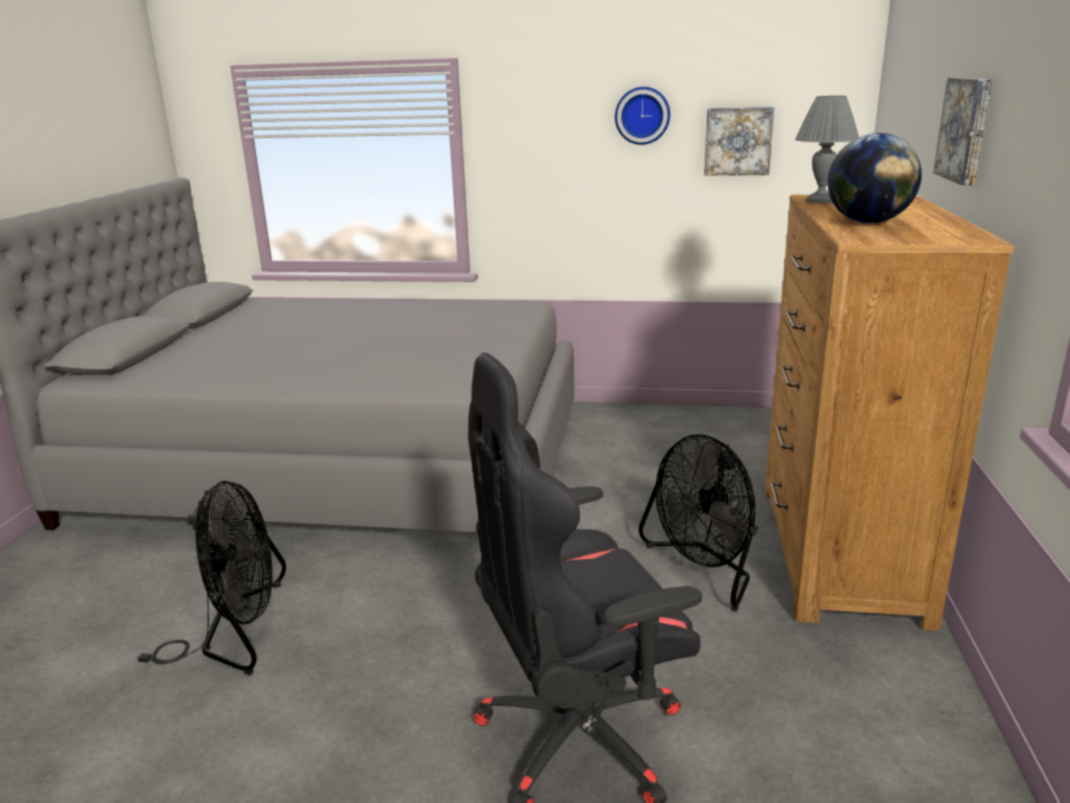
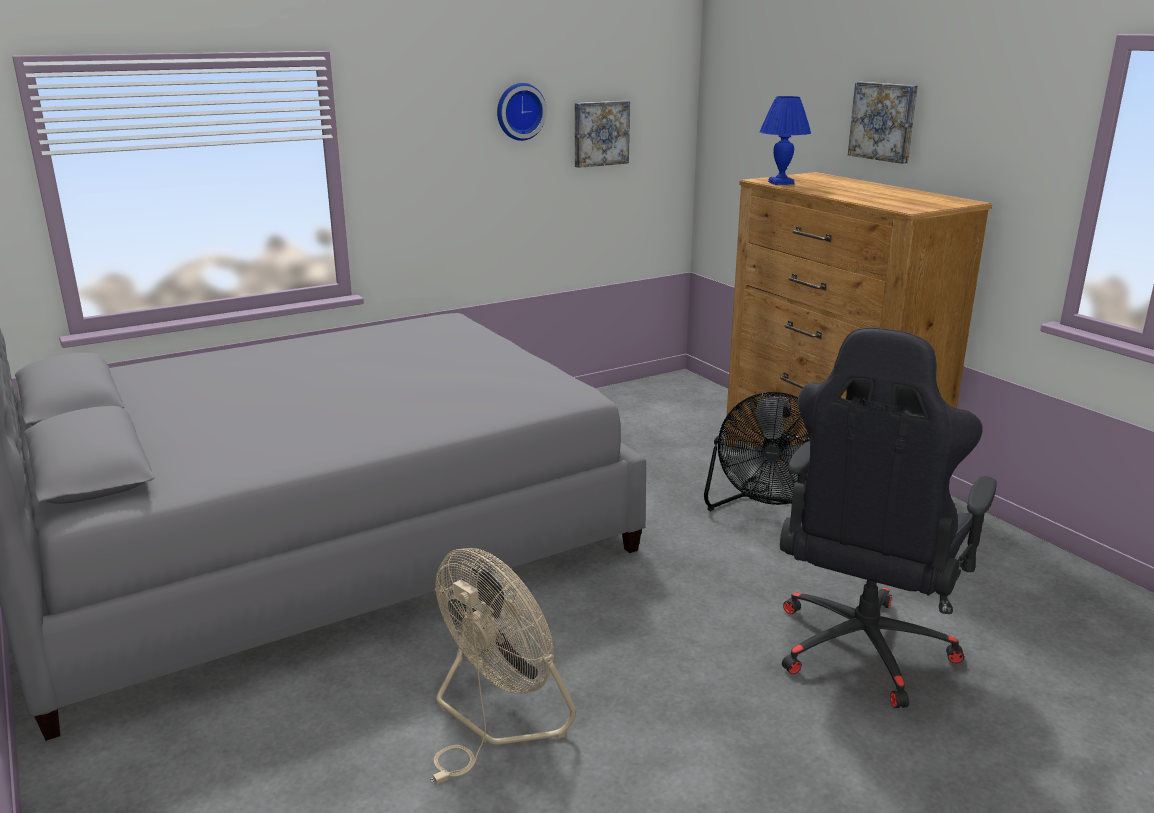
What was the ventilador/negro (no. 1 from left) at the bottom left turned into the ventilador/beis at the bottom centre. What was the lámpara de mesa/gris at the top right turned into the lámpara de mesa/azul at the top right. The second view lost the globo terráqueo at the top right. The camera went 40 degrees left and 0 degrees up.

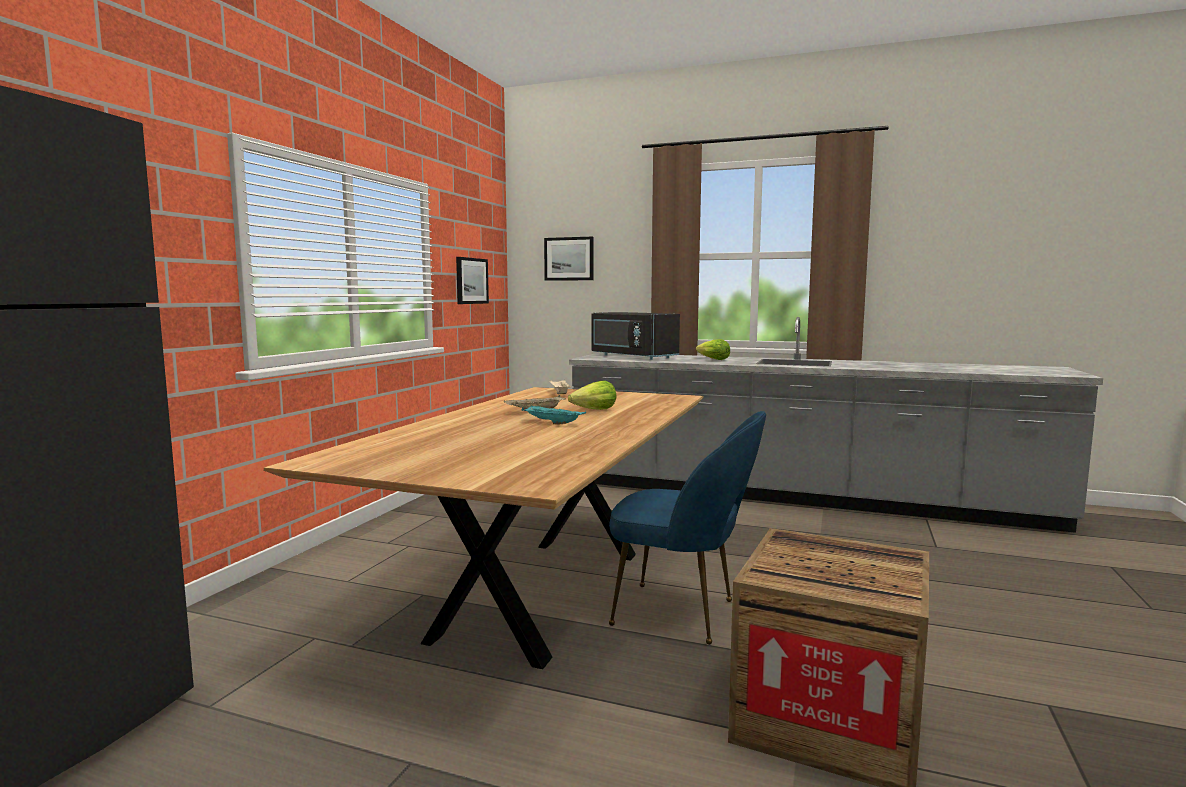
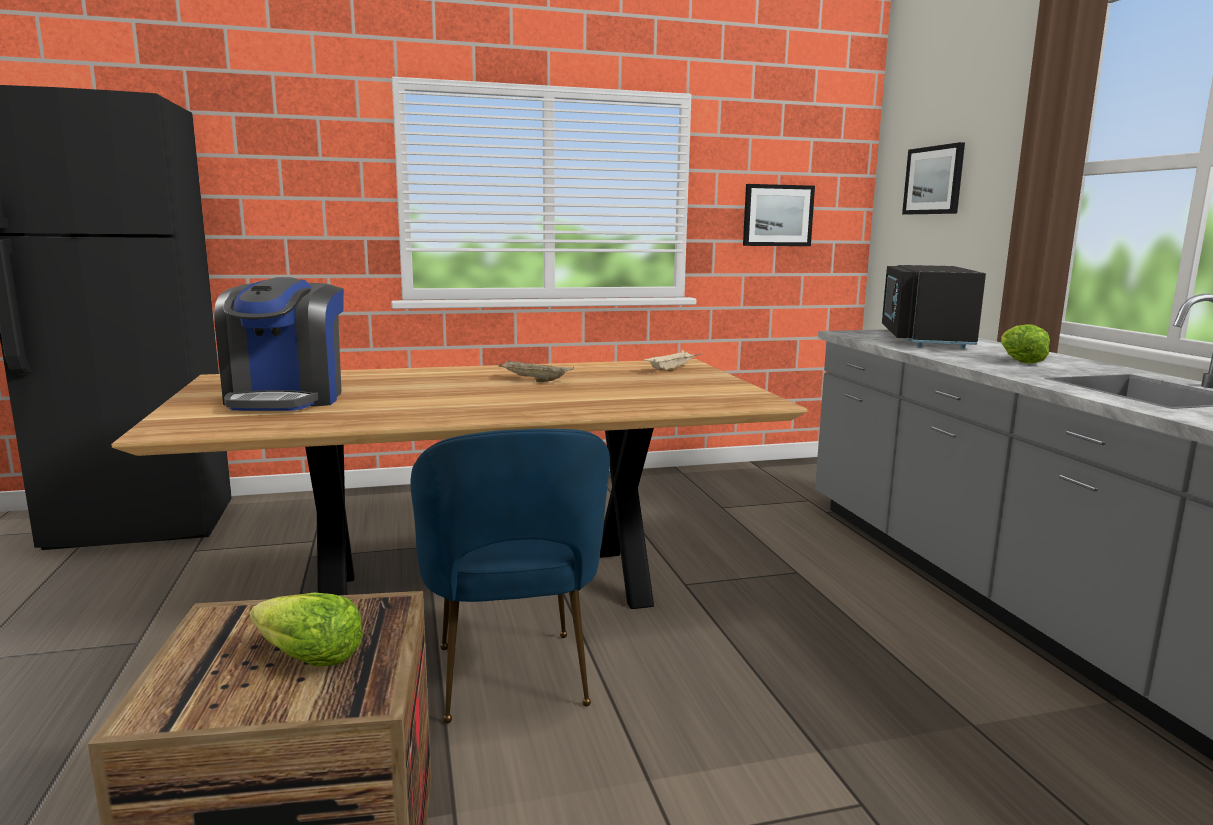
The second view lost the bandeja/turquesa at the centre. The lechuga (no. 1 from left) ended up elsewhere, having gone from the centre to the bottom left. The second view gained the cafetera at the middle left. The camera went 55 degrees right and 5 degrees up.

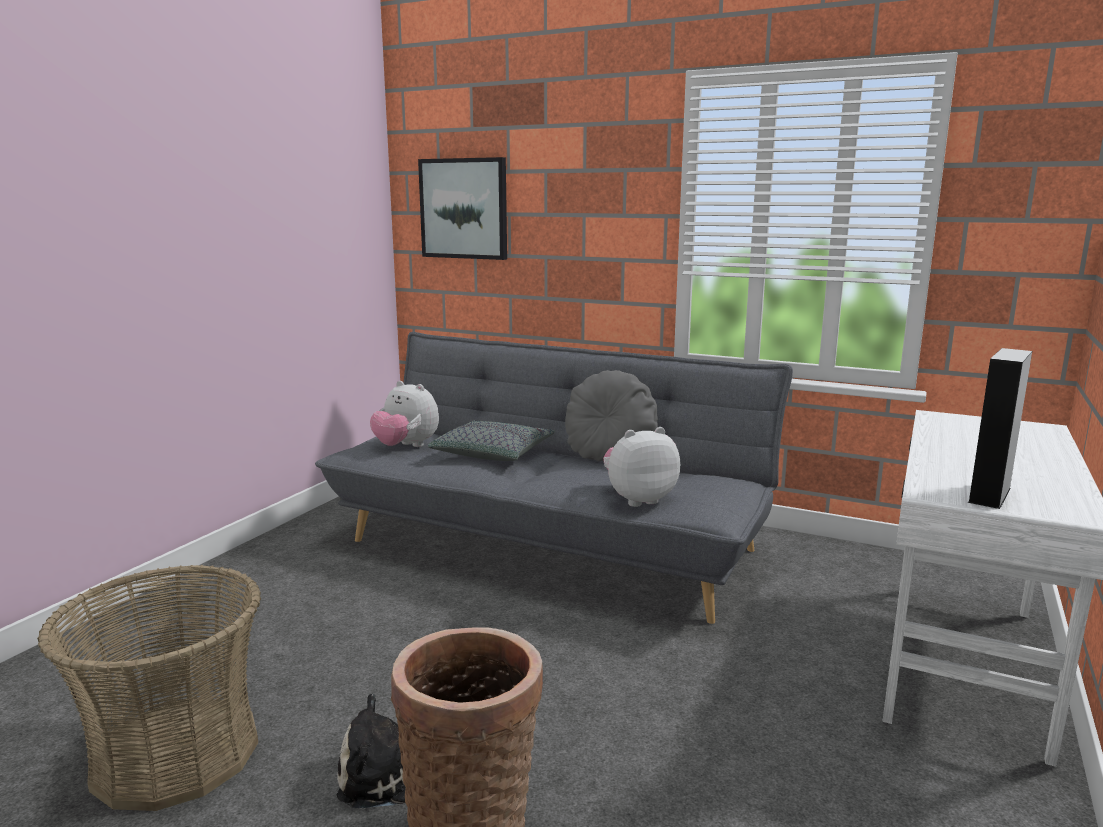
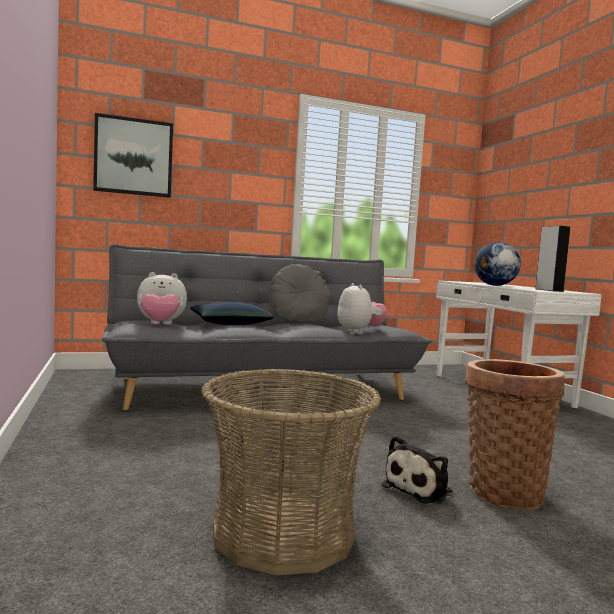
What was the cojín/gris (no. 1 from left) at the centre turned into the cojín/azul at the centre. The peluche (no. 3 from left in the first image) at the centre ended up facing another way, 135 degrees clockwise from before. The second view gained the globo terráqueo at the middle right. The camera went 45 degrees left and 10 degrees down.

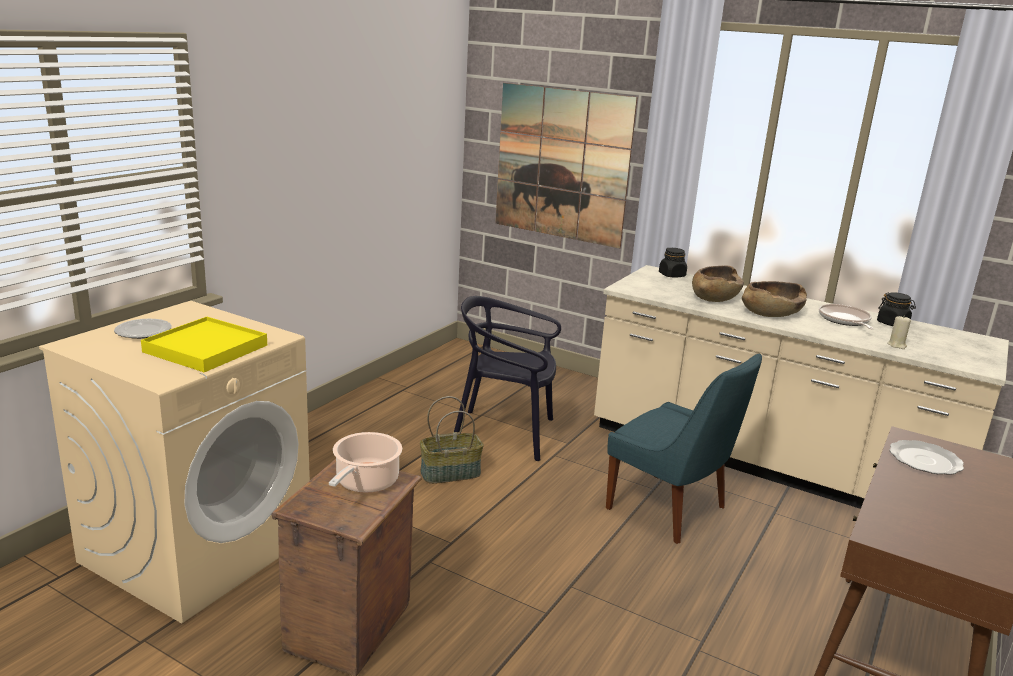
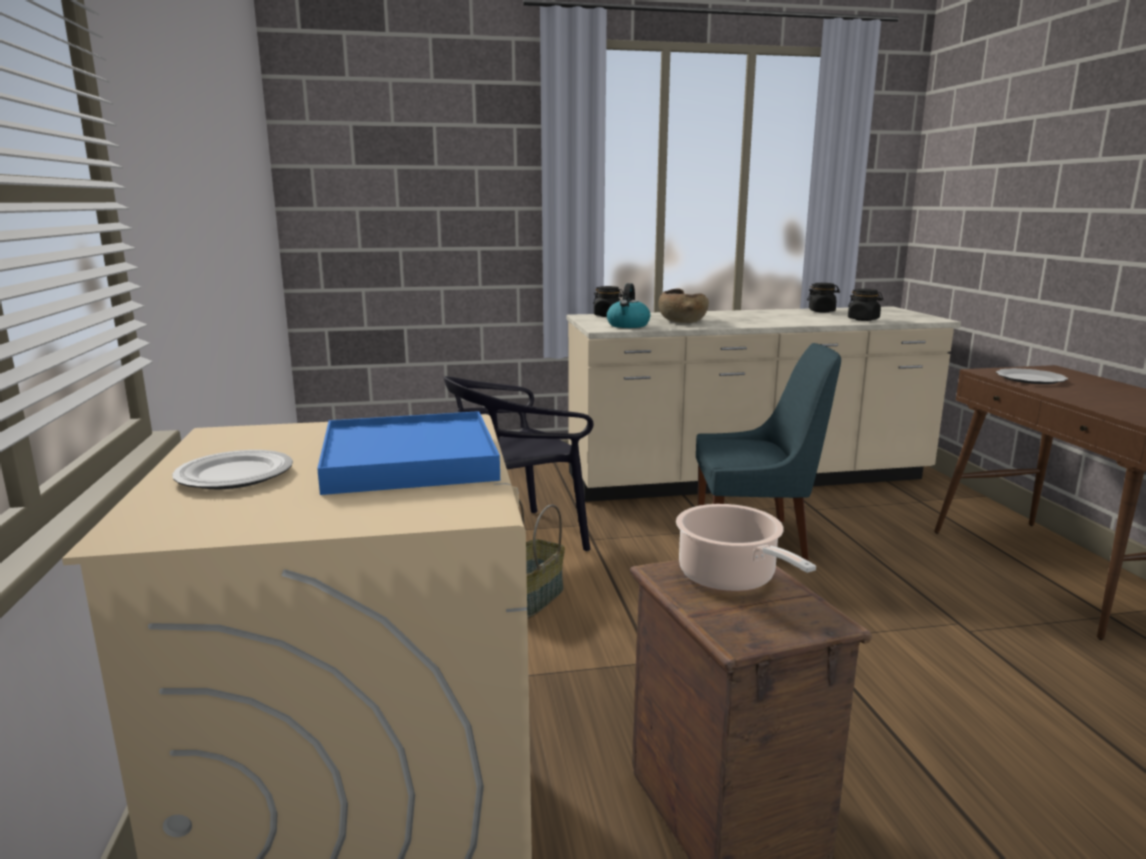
What was the bandeja/amarillo at the middle left turned into the bandeja/azul at the centre. The second view lost the cuadro at the top centre. The second view lost the cuenco/marrón (no. 2 from left) at the middle right. The second view lost the sartén at the middle right. Where the vela/beis stood at the middle right, the tarro/negro (no. 3 from left) came to stand at the middle right. The second view gained the hervidor at the centre. The camera went 40 degrees left and 5 degrees down.

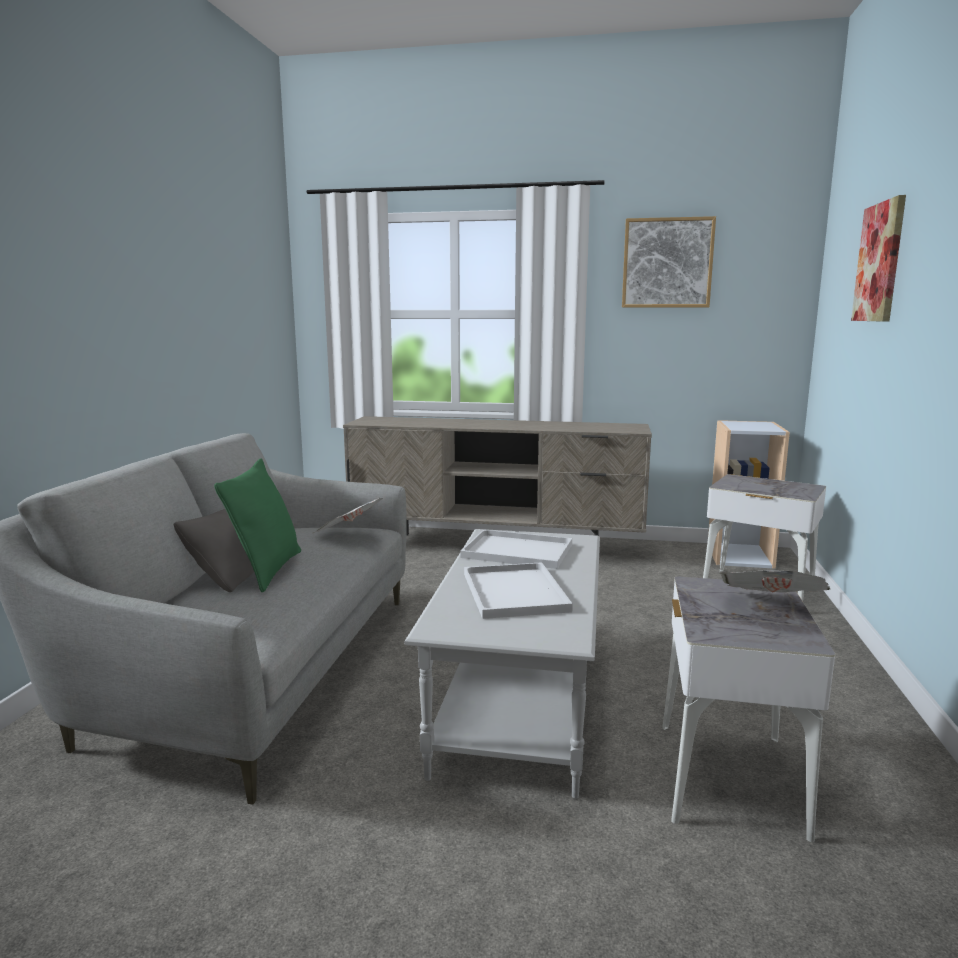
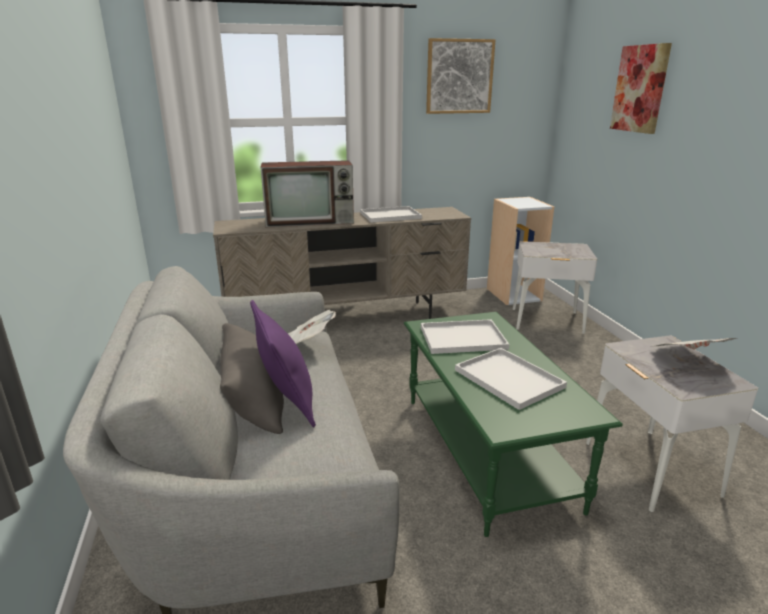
What was the cojín/verde at the middle left turned into the cojín/morado at the centre. What was the mesa de centro/gris at the bottom centre turned into the mesa de centro/verde at the bottom right. The second view gained the televisor at the top centre. The second view gained the bandeja/blanco (no. 1 from left) at the centre. The camera went 25 degrees left and 10 degrees up.

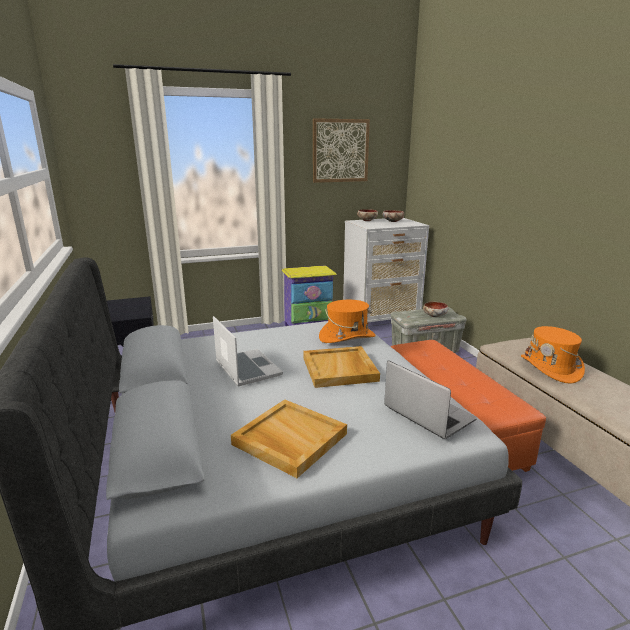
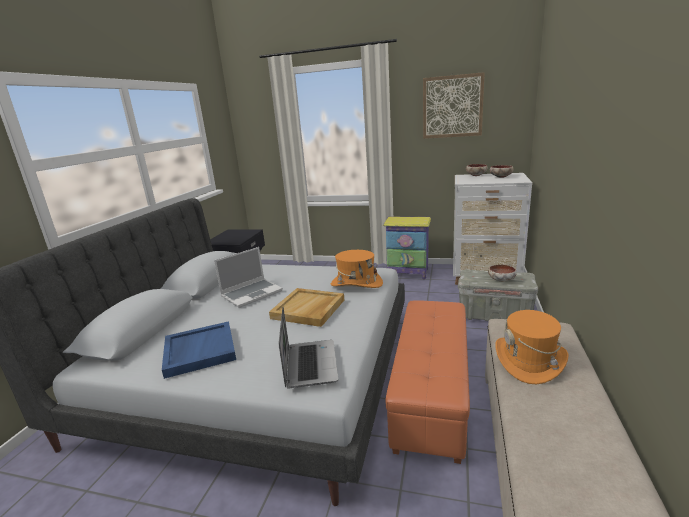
The portátil (no. 1 from left) at the centre ended up facing another way, 45 degrees clockwise from before. What was the bandeja/beis (no. 1 from left) at the bottom centre turned into the bandeja/azul at the bottom left. The camera went 35 degrees right and 0 degrees up.

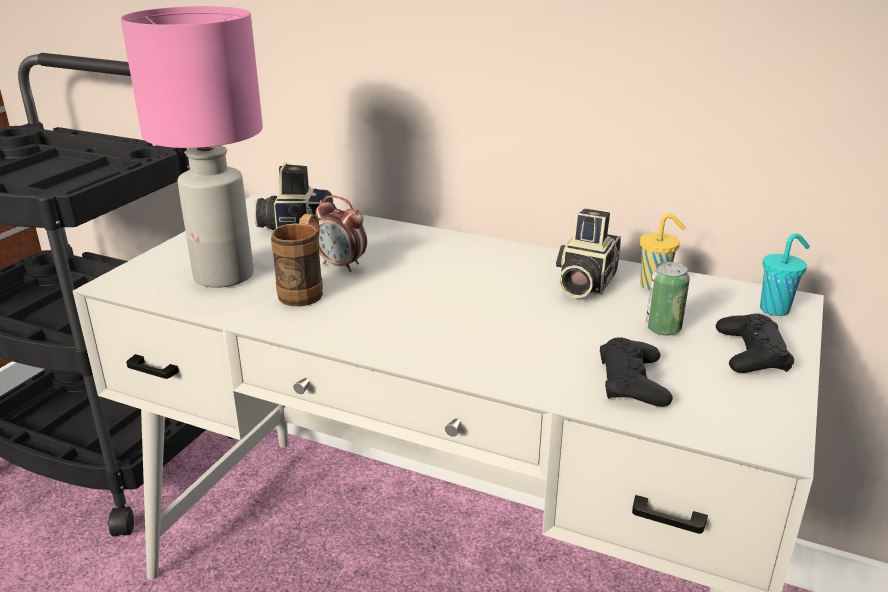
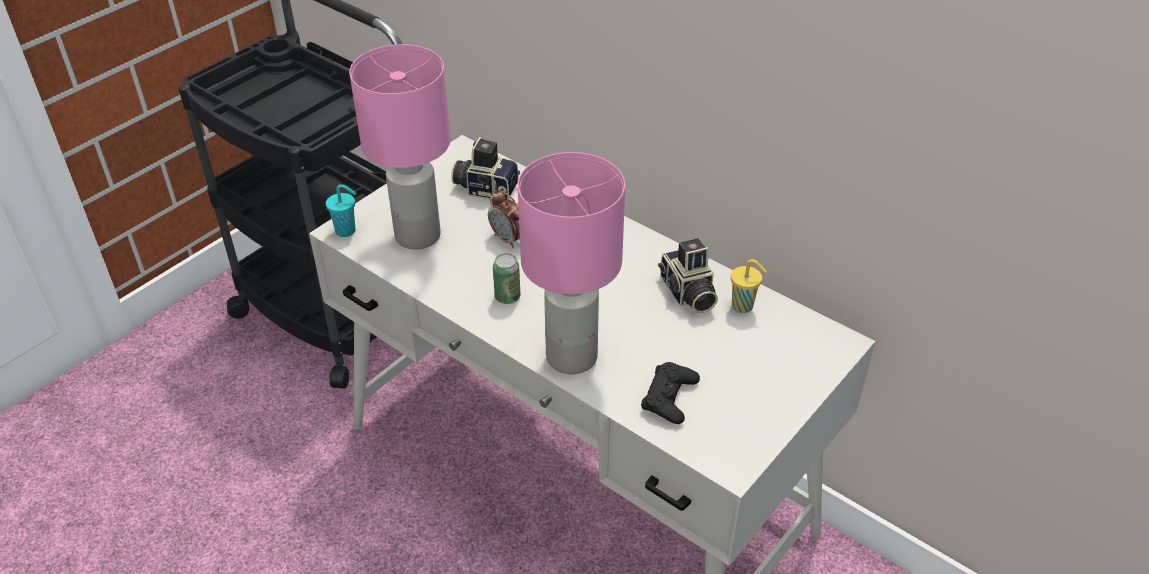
The second view lost the taza grande/marrón at the centre. The cámara (no. 2 from left) at the centre ended up facing another way, 60 degrees counterclockwise from before. The lata ended up elsewhere, having gone from the middle right to the centre. The second view lost the mando de consola/negro (no. 2 from left) at the middle right. The taza/turquesa ended up elsewhere, having gone from the middle right to the middle left. The second view gained the lámpara de mesa/rosa (no. 2 from left) at the centre. The camera went 15 degrees right and 15 degrees up.

